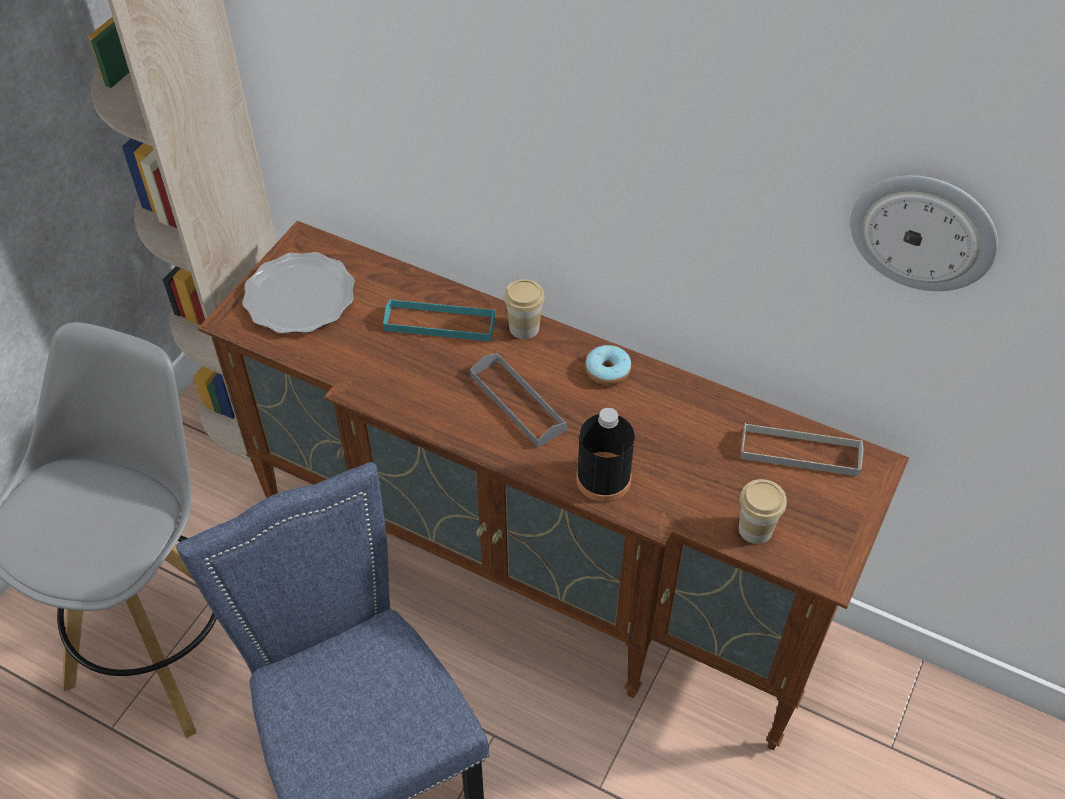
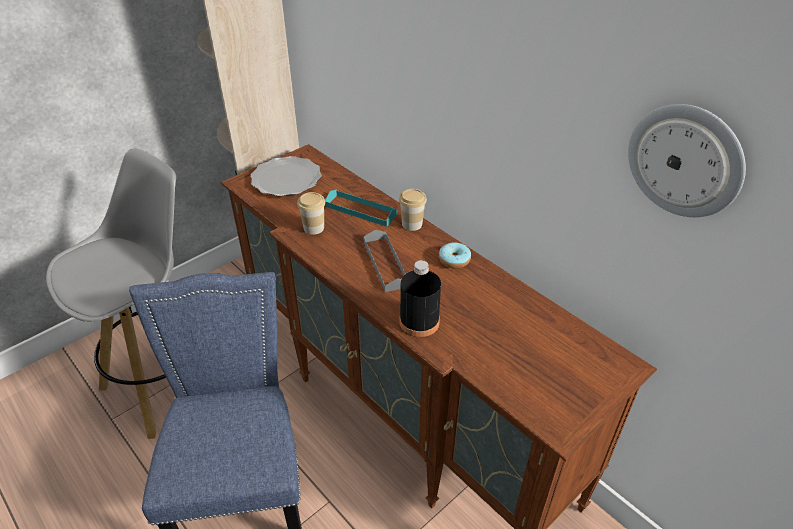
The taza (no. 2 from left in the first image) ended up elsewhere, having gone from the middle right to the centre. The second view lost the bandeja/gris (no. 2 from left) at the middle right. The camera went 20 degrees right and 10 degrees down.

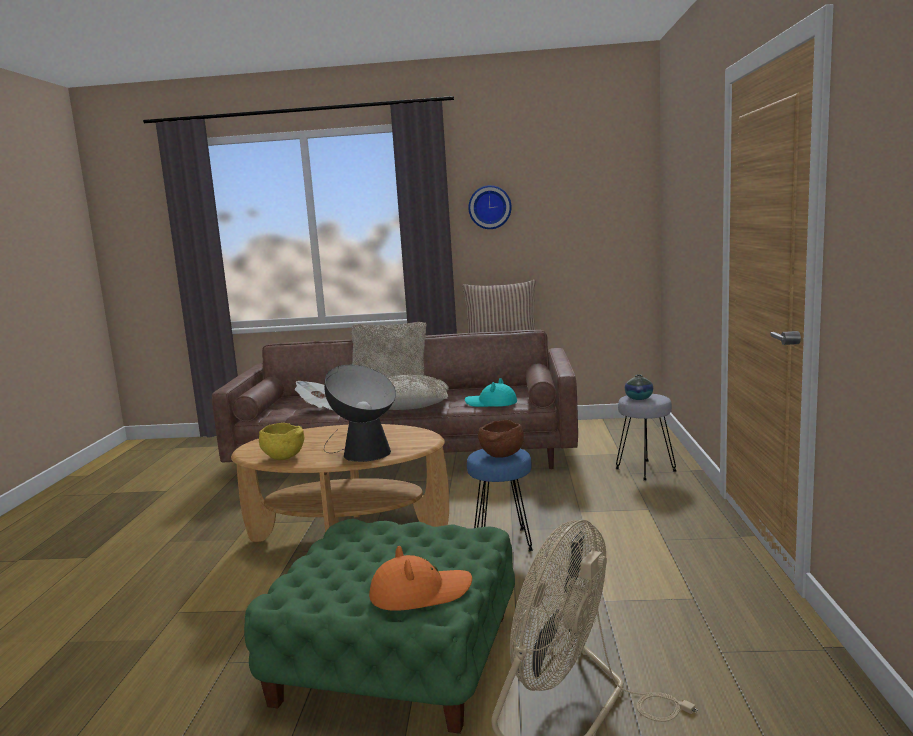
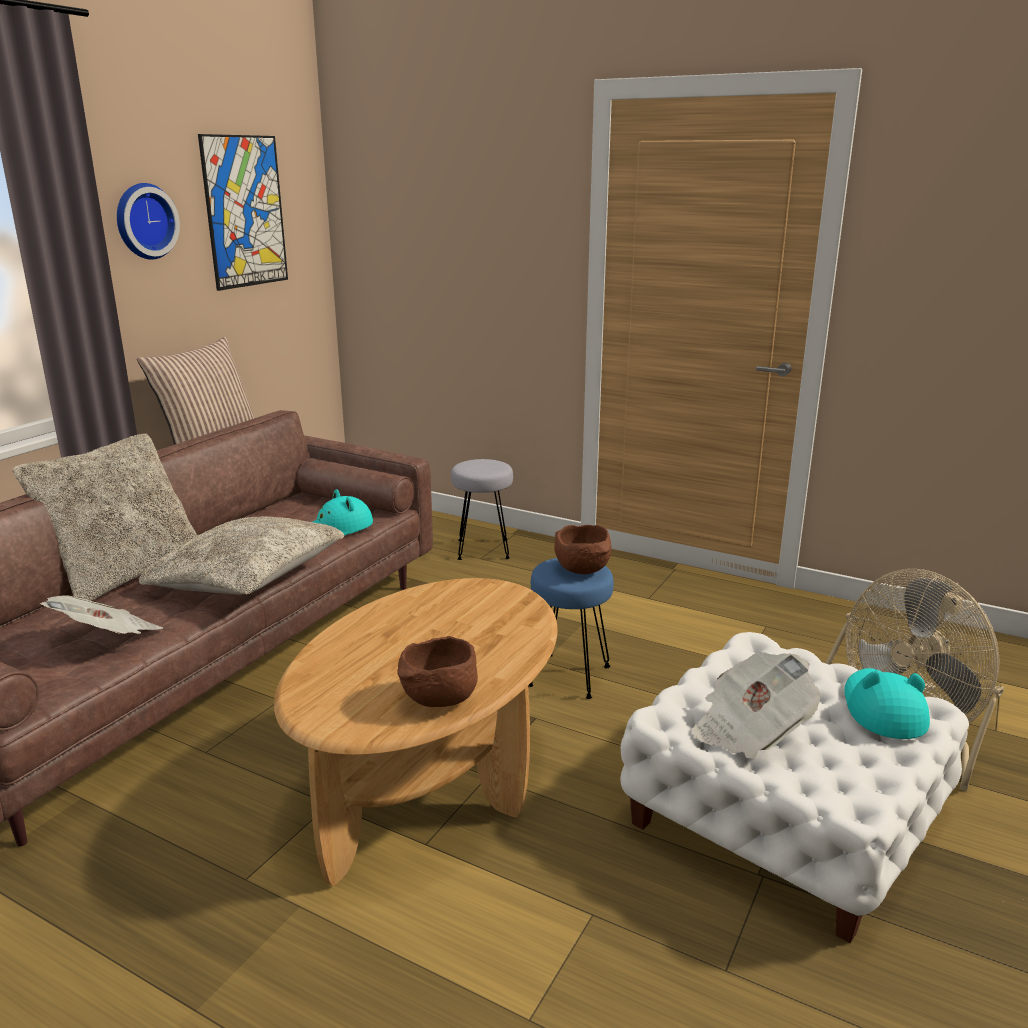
What was the puf/verde at the bottom centre turned into the puf/blanco at the bottom right. What was the cuenco/amarillo at the middle left turned into the cuenco/marrón (no. 1 from left) at the centre. The second view lost the lámpara de mesa at the centre. What was the sombrero/naranja at the bottom centre turned into the sombrero/turquesa (no. 2 from left) at the bottom right. The second view lost the florero at the middle right. The second view gained the cuadro at the top left. The second view gained the periódico (no. 2 from left) at the bottom right. The camera went 65 degrees left and 10 degrees up.

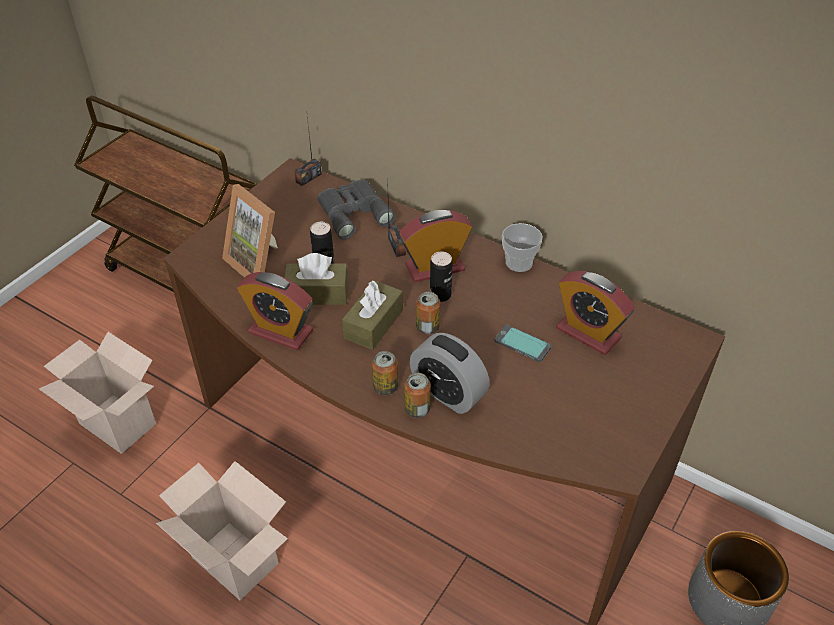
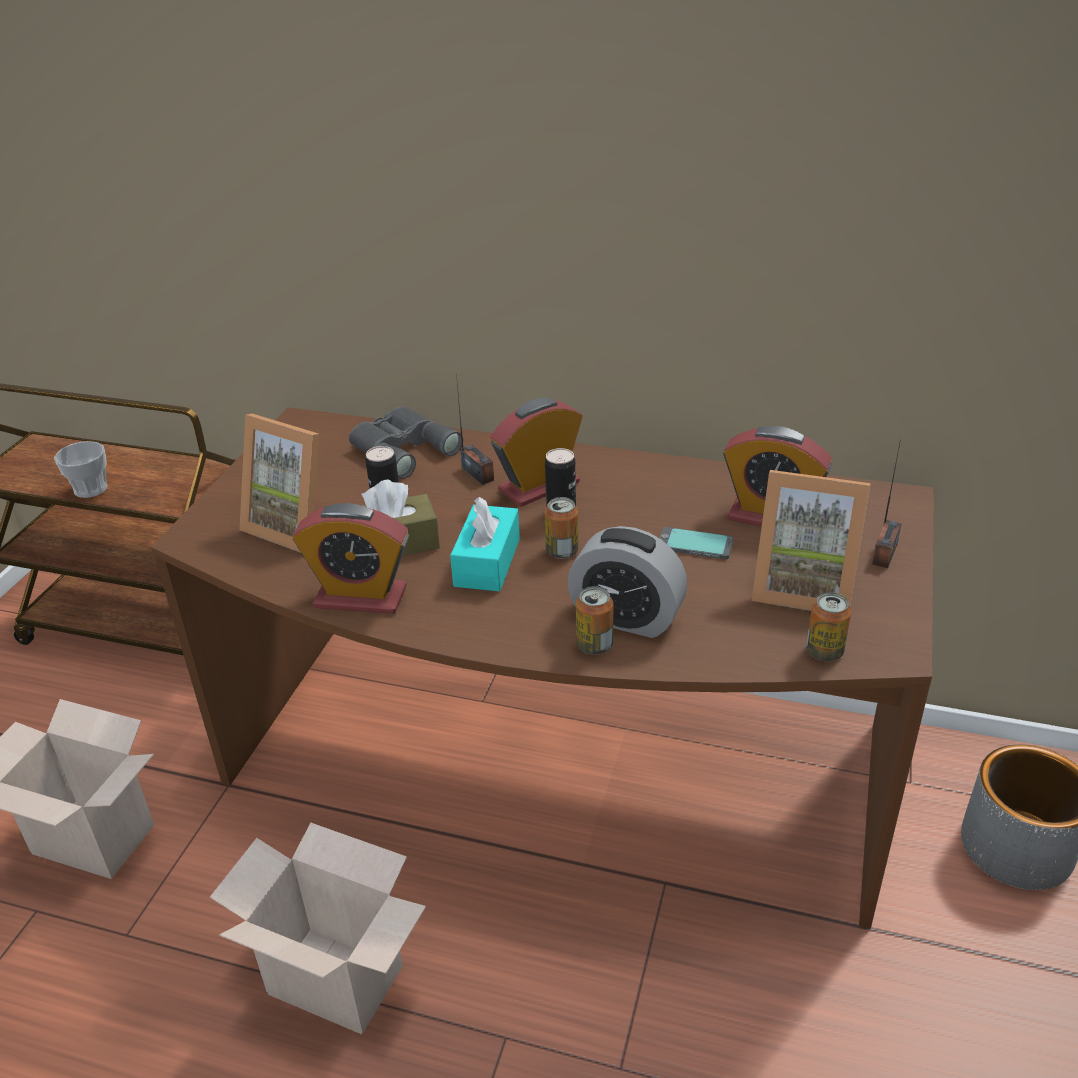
The radio (no. 1 from left in the first image) ended up elsewhere, having gone from the top centre to the middle right. What was the caja de pañuelos/marrón (no. 2 from left) at the centre turned into the caja de pañuelos/turquesa at the centre. The lata (no. 2 from left in the first image) ended up elsewhere, having gone from the centre to the middle right. The taza ended up elsewhere, having gone from the centre to the middle left. The second view gained the portarretratos (no. 2 from left) at the middle right. The camera went 15 degrees left and 10 degrees down.

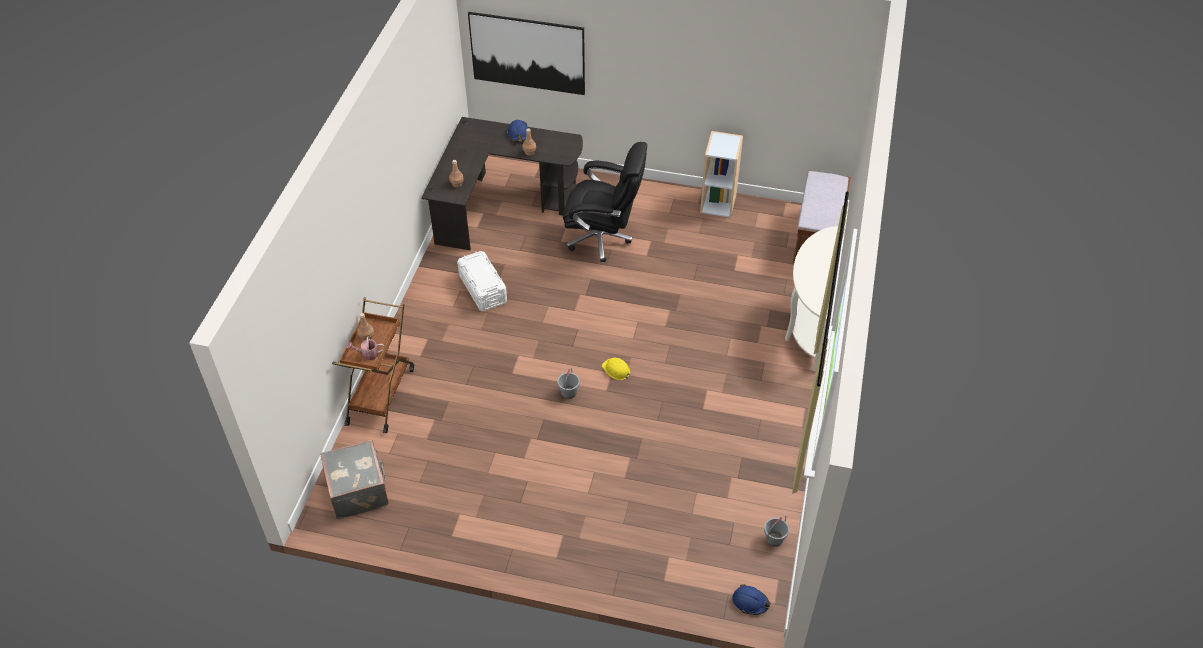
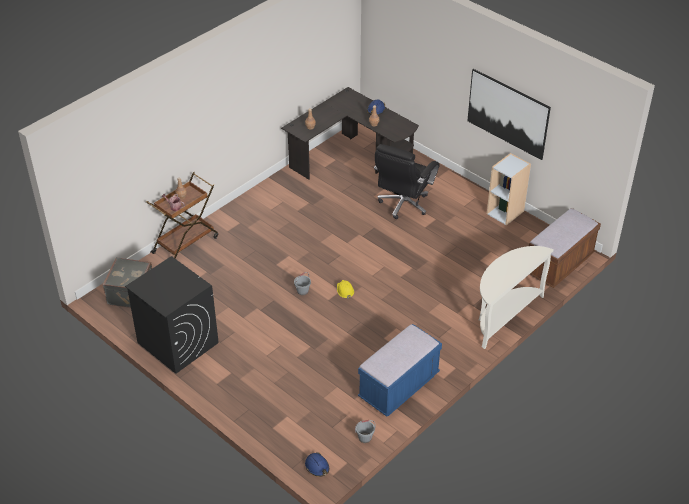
The second view lost the caja de almacenaje/blanco at the centre. The cuadro ended up elsewhere, having gone from the top centre to the top right. The silla de oficina/negro at the top centre ended up facing another way, 75 degrees clockwise from before. The second view gained the lavadora/negro at the middle left. The second view gained the banco/azul at the bottom centre. The camera went 30 degrees right and 5 degrees down.

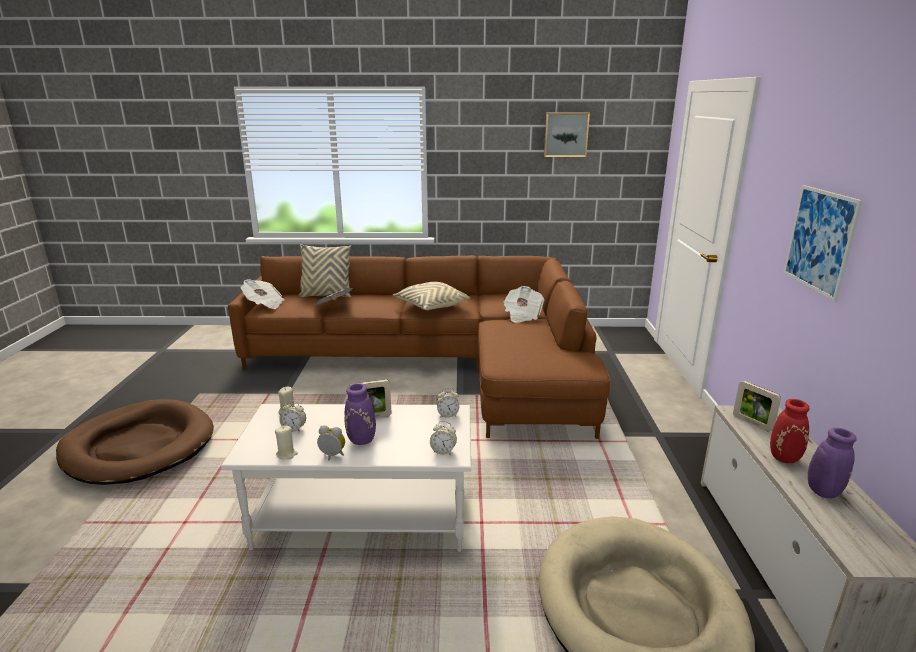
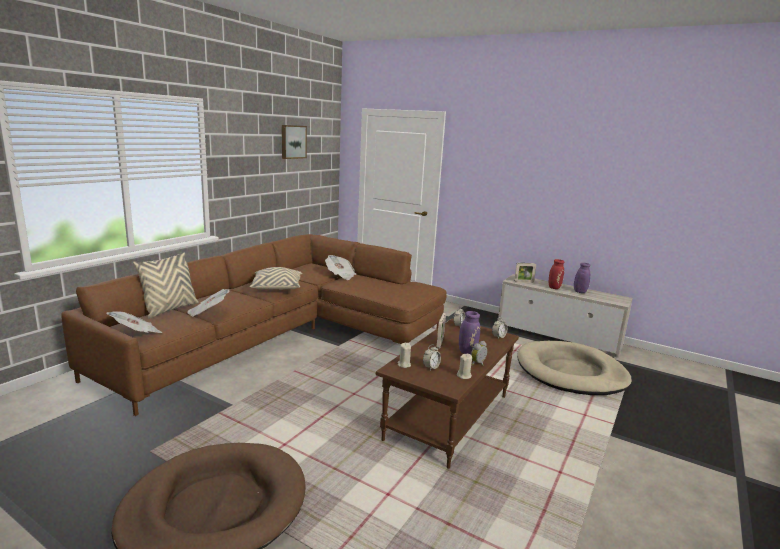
What was the mesa de centro/blanco at the bottom centre turned into the mesa de centro/marrón at the bottom centre. The second view lost the cuadro (no. 2 from left) at the middle right. The camera went 60 degrees left and 5 degrees down.

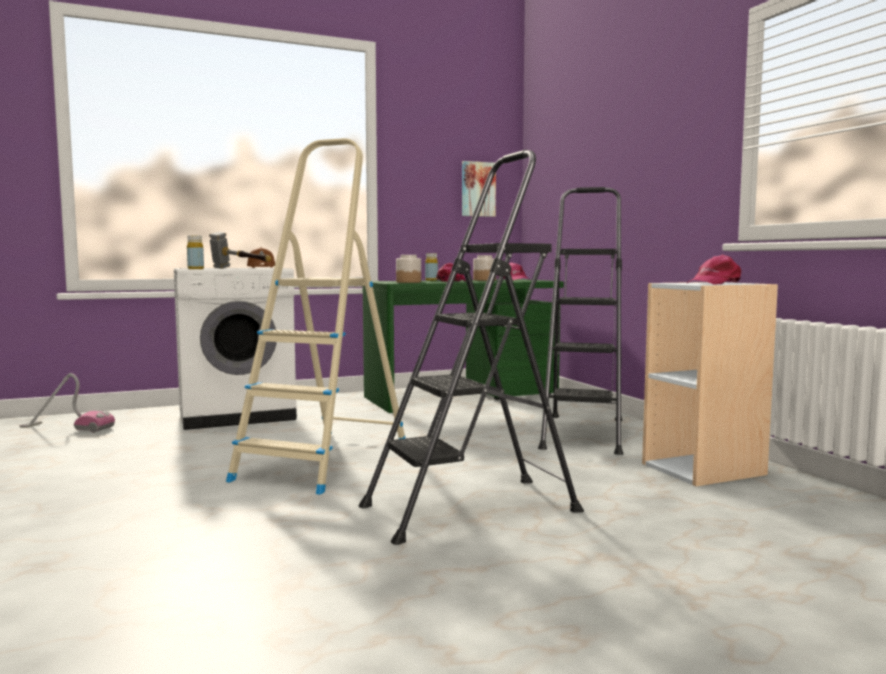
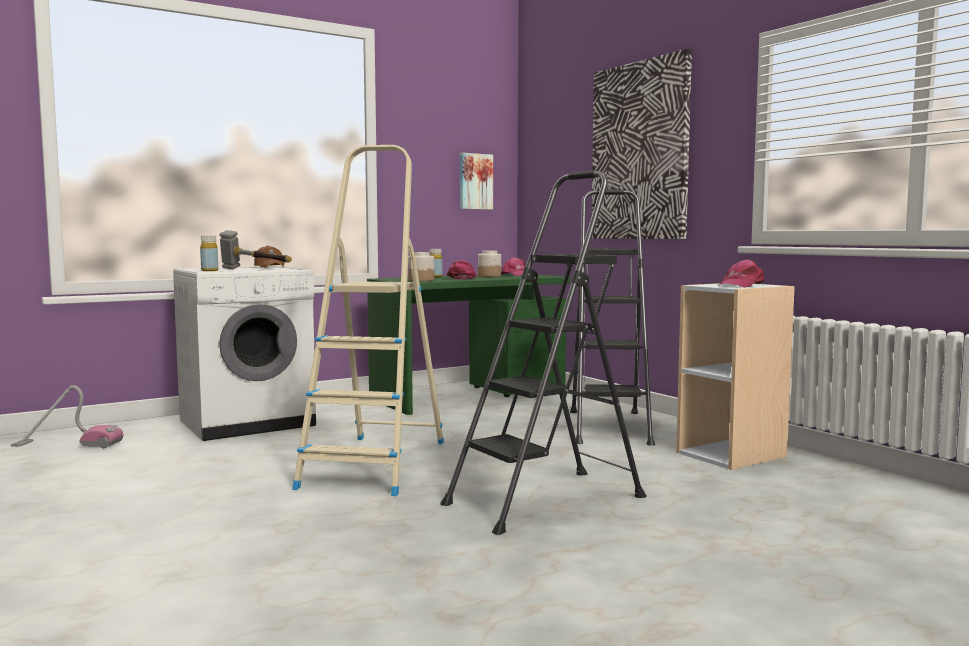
The second view gained the cuadro (no. 2 from left) at the top centre. The camera went 10 degrees left and 0 degrees up.

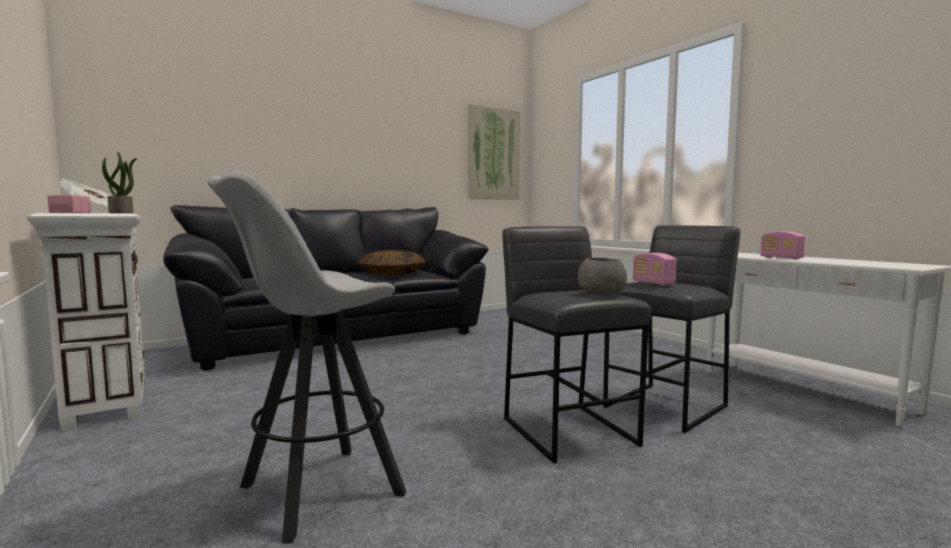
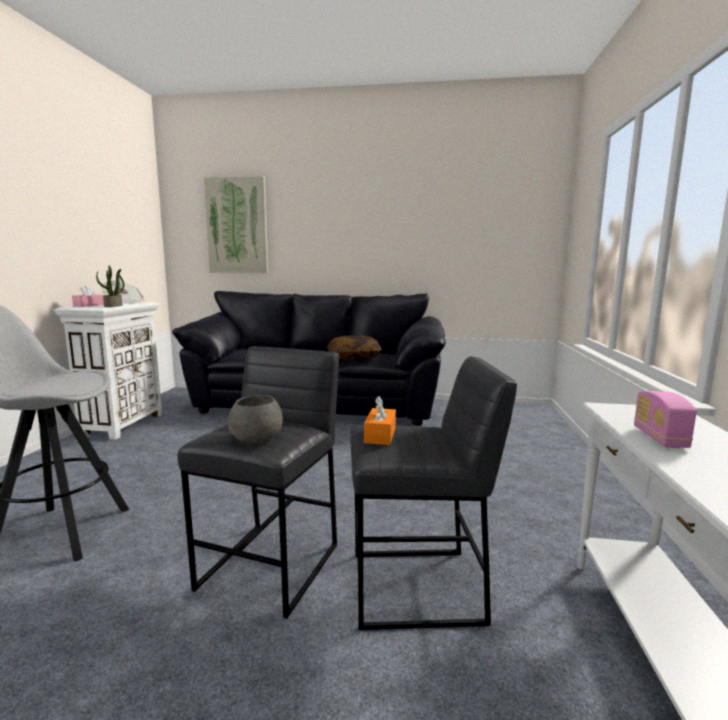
The cuadro ended up elsewhere, having gone from the top centre to the top left. Where the radio (no. 1 from left) stood at the middle right, the caja de pañuelos/naranja came to stand at the centre. The camera went 40 degrees right and 5 degrees up.

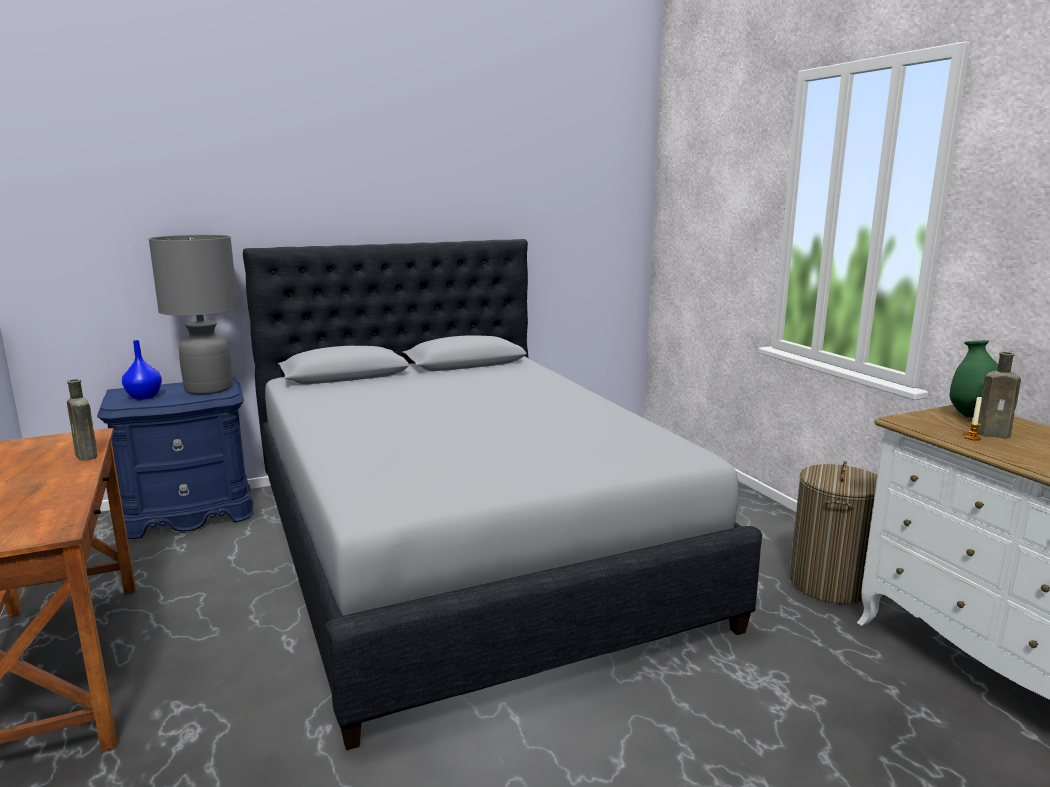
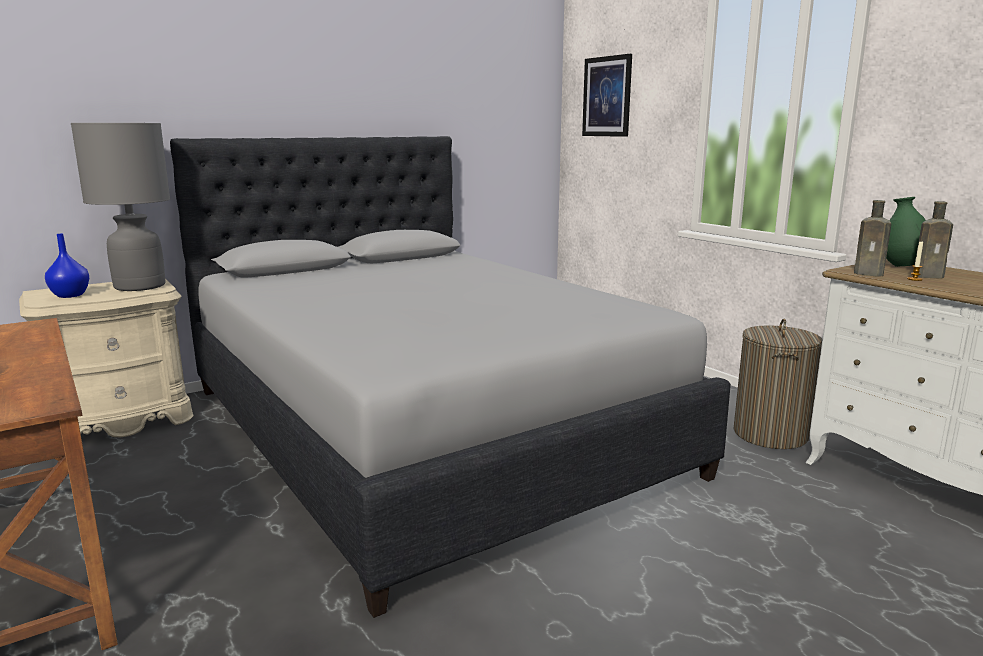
The botella/marrón (no. 1 from left) ended up elsewhere, having gone from the middle left to the middle right. What was the mesita de noche/azul at the middle left turned into the mesita de noche/beis at the middle left. The second view gained the cuadro at the top centre. The camera went 10 degrees left and 0 degrees up.

